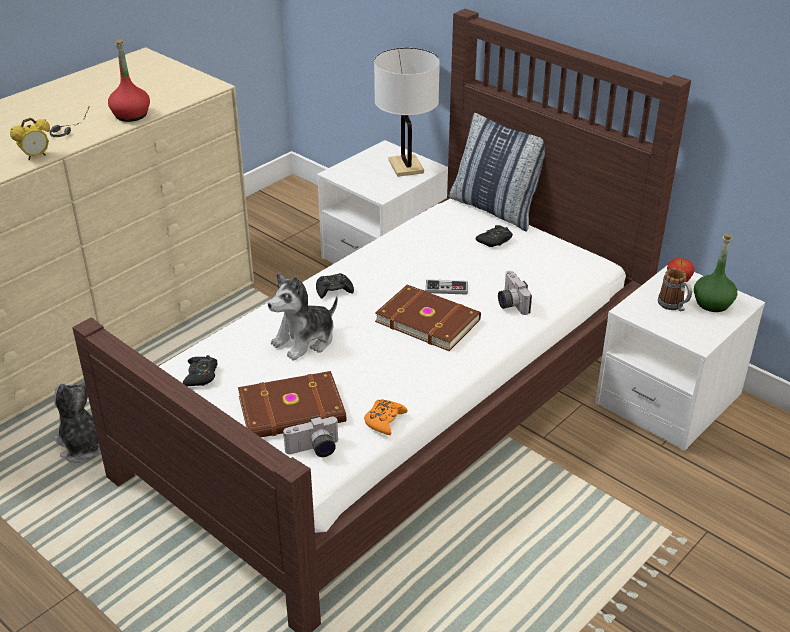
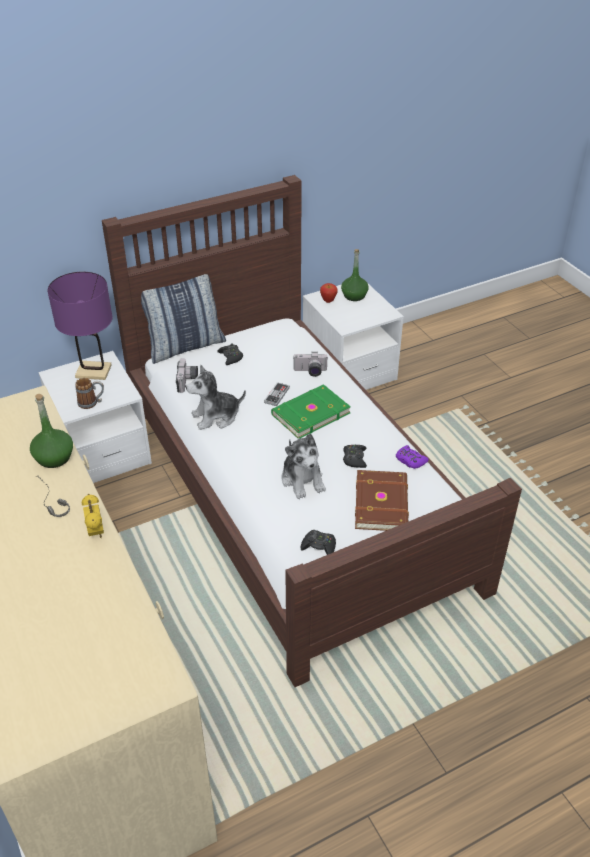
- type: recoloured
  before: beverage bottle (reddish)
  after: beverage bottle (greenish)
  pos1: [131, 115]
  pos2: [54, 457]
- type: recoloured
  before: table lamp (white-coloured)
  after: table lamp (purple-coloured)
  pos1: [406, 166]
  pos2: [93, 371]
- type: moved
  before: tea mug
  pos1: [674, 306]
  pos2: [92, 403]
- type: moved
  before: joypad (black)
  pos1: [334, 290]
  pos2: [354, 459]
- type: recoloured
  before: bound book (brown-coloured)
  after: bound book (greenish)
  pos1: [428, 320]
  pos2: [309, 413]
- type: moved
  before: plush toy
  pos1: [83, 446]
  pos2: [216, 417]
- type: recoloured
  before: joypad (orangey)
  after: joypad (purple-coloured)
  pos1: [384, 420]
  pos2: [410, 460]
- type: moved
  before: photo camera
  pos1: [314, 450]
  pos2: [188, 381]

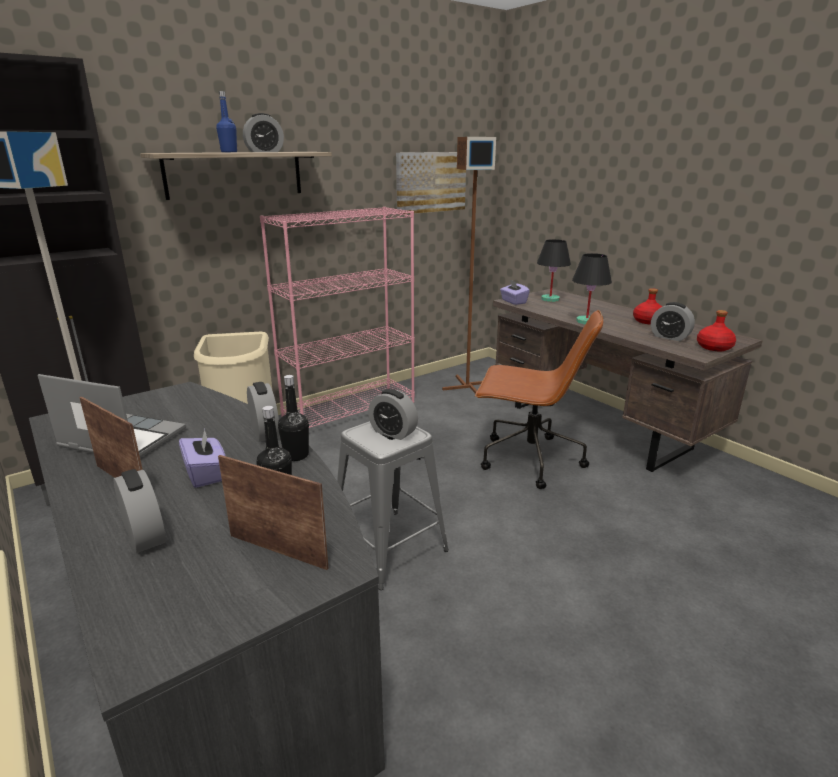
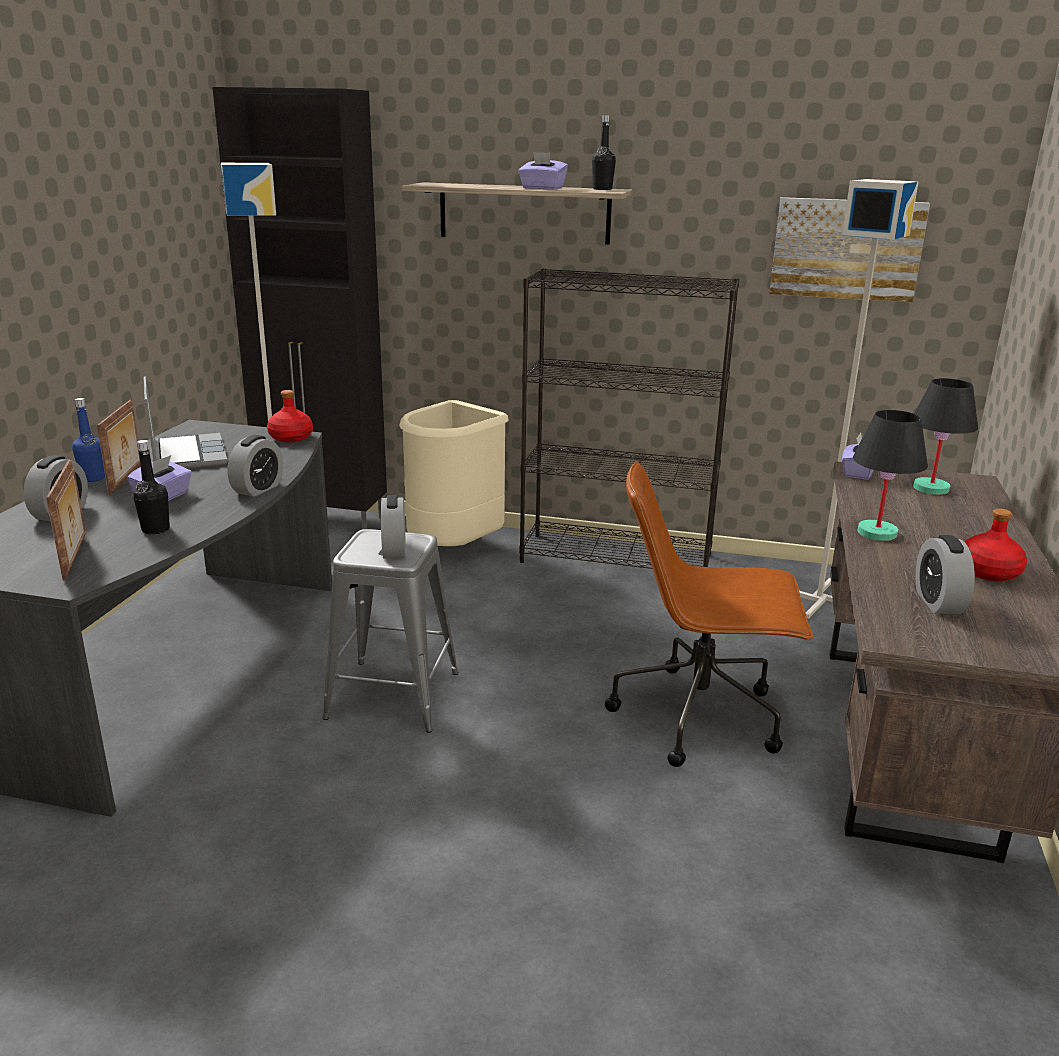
- type: moved
  before: beverage bottle (blue-coloured)
  pos1: [229, 152]
  pos2: [93, 478]
- type: replaced
  before: alarm clock
  after: box of tissues (purple-coloured)
  pos1: [264, 152]
  pos2: [542, 188]
- type: recoloured
  before: standard lamp (brown-coloured)
  after: standard lamp (grey)
  pos1: [466, 386]
  pos2: [818, 598]
- type: recoloured
  before: shelving unit (pink-coloured)
  after: shelving unit (black)
  pos1: [350, 409]
  pos2: [617, 558]
- type: turned
  before: computer chair (brown-coloured)
  pos1: [528, 460]
  pos2: [700, 716]
  turn: 120
- type: moved
  before: beverage bottle (reddish)
  pos1: [714, 347]
  pos2: [291, 437]
- type: moved
  before: beverage bottle (black)
  pos1: [296, 455]
  pos2: [602, 189]

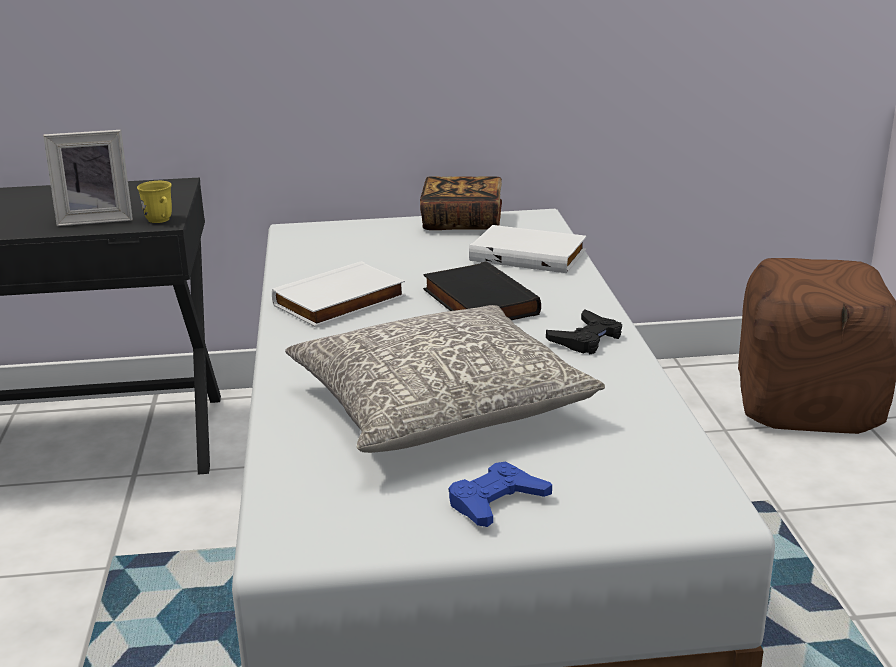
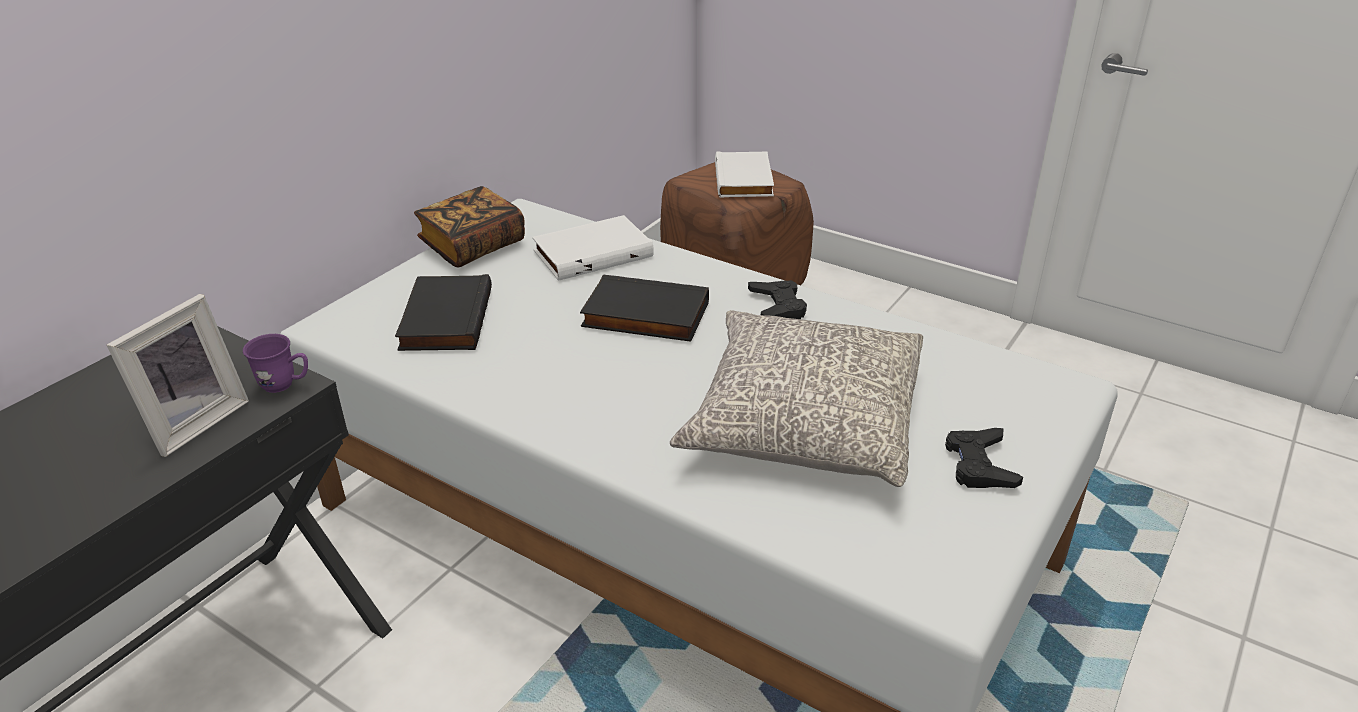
- type: recoloured
  before: tea mug (yellowish)
  after: tea mug (purple-coloured)
  pos1: [161, 221]
  pos2: [285, 385]
- type: moved
  before: bound book (white-coloured)
  pos1: [340, 302]
  pos2: [745, 180]
- type: recoloured
  before: joypad (blue-coloured)
  after: joypad (black)
  pos1: [496, 502]
  pos2: [979, 465]
- type: added
  after: bound book (black)
  pos2: [444, 318]

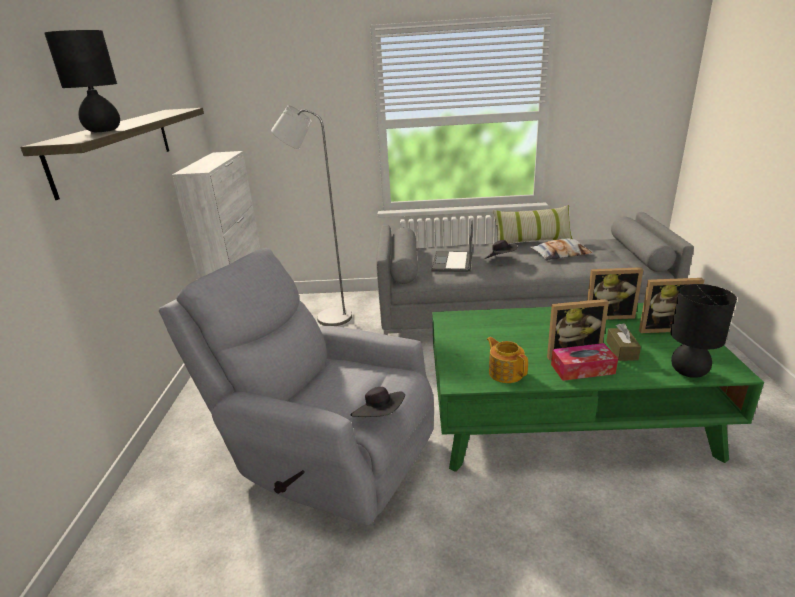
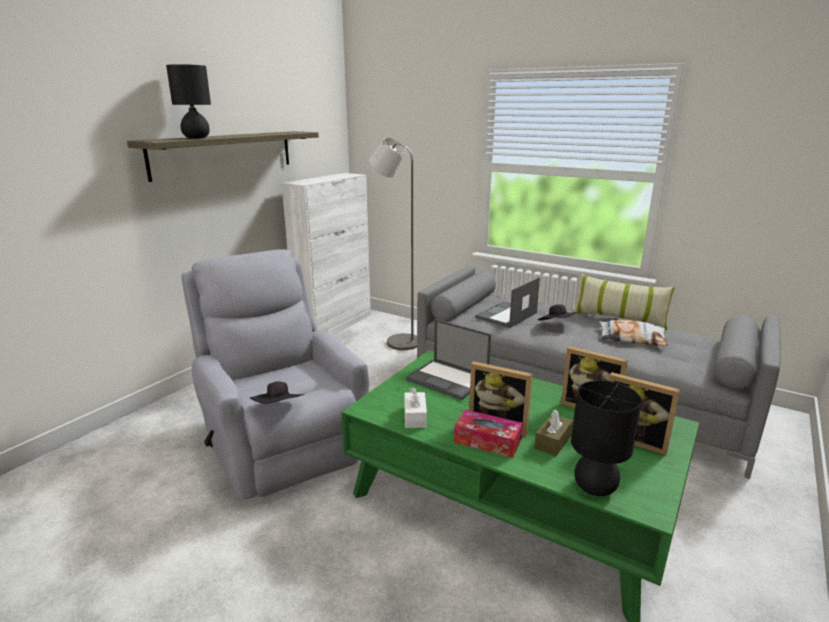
- type: replaced
  before: teapot
  after: box of tissues (white-coloured)
  pos1: [505, 372]
  pos2: [415, 417]
- type: added
  after: notebook computer
  pos2: [448, 379]

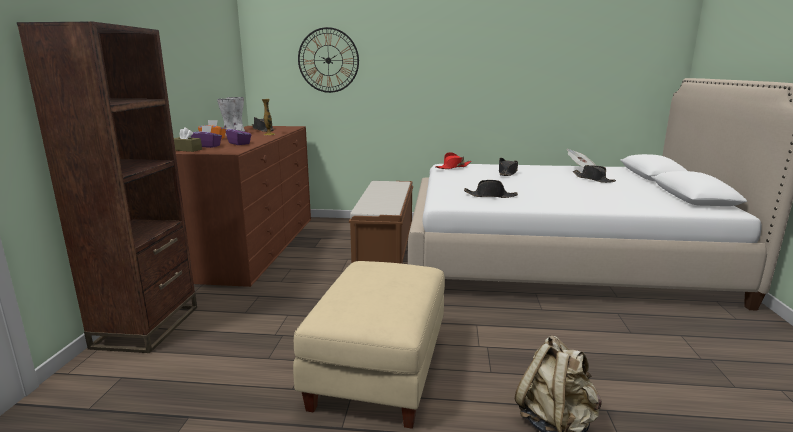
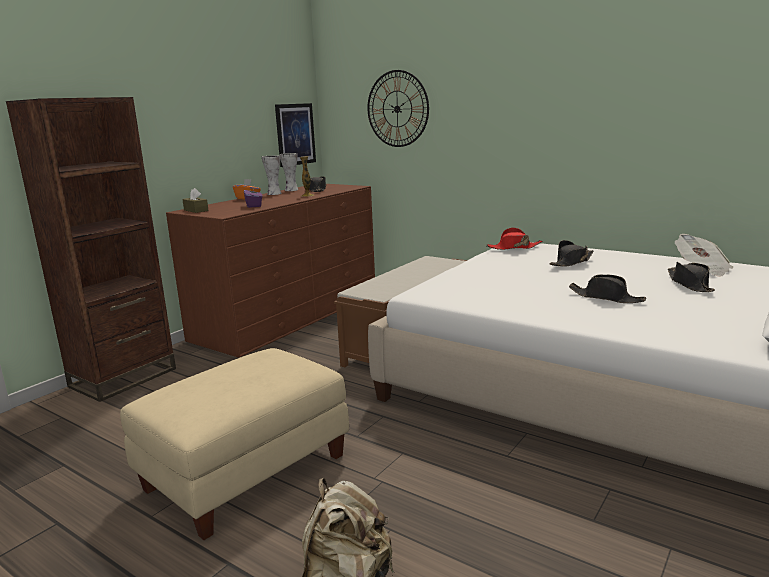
- type: removed
  before: box of tissues (purple-coloured)
  pos1: [207, 146]
- type: moved
  before: wearable hat (black)
  pos1: [490, 196]
  pos2: [606, 297]
- type: added
  after: wall art
  pos2: [295, 134]

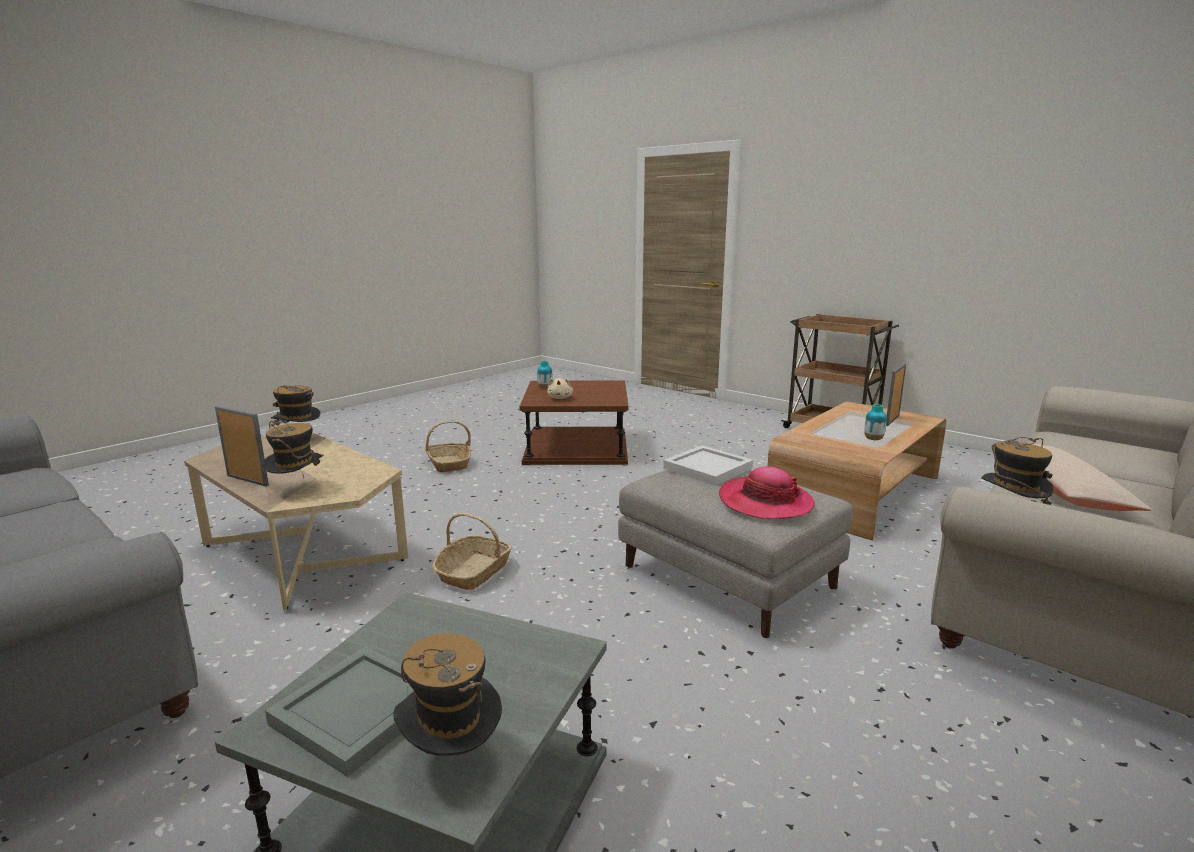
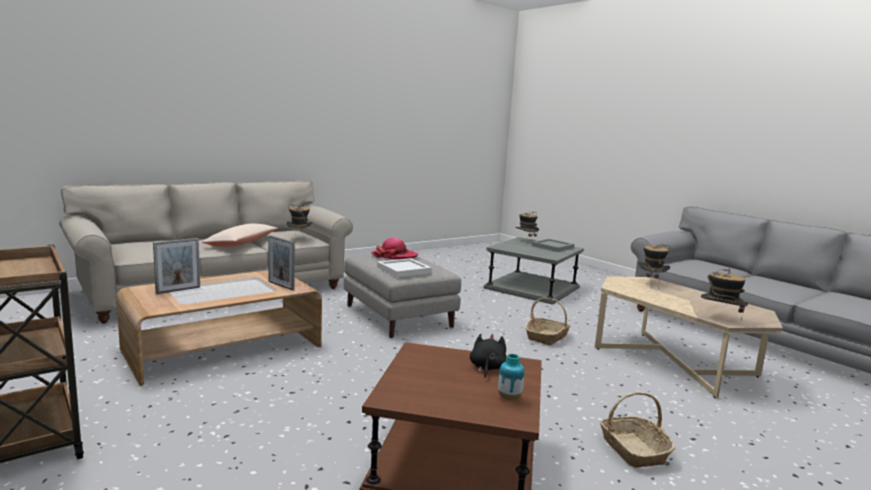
- type: recoloured
  before: plush toy (sand-coloured)
  after: plush toy (black)
  pos1: [560, 398]
  pos2: [487, 368]
- type: removed
  before: decorative vase
  pos1: [873, 439]
- type: moved
  before: standing frame
  pos1: [247, 480]
  pos2: [281, 285]

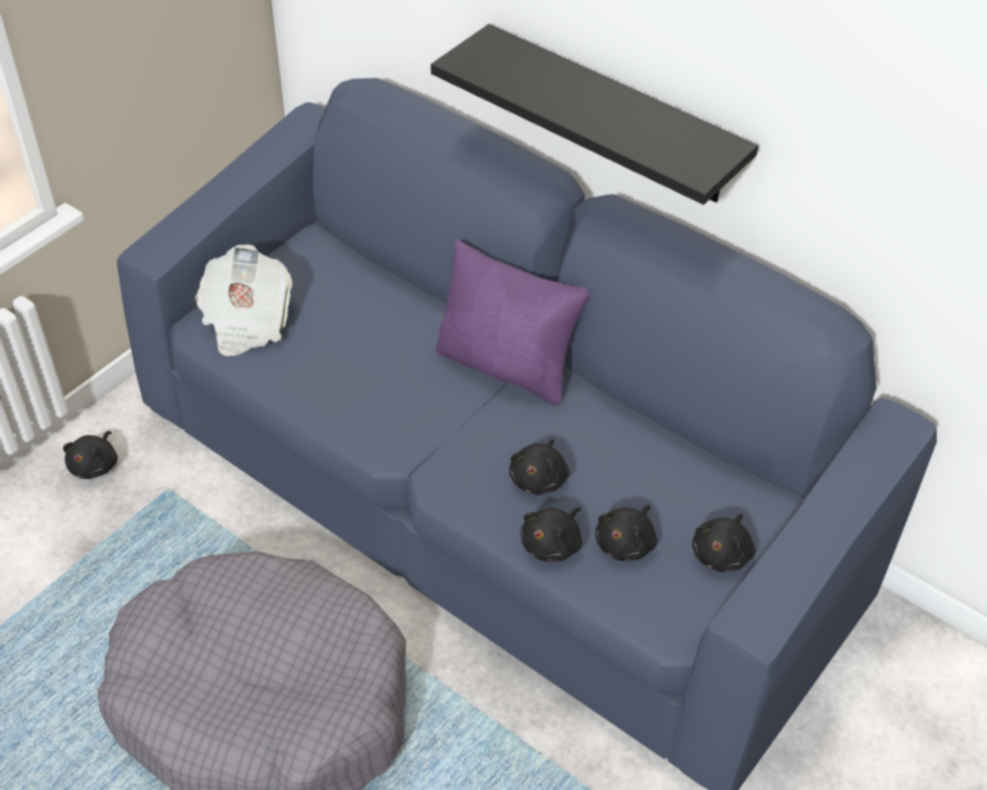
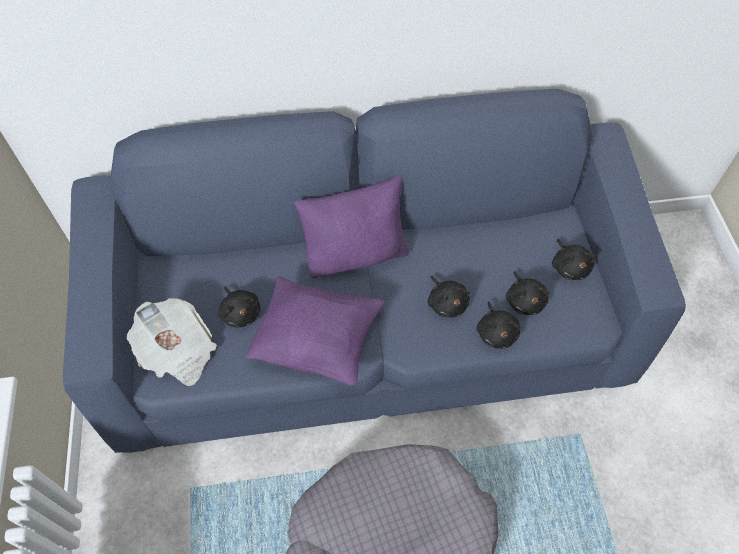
- type: removed
  before: wall shelf (black)
  pos1: [613, 116]
- type: moved
  before: plush toy (black)
  pos1: [95, 465]
  pos2: [240, 312]
- type: added
  after: cushion (purple-coloured)
  pos2: [317, 342]

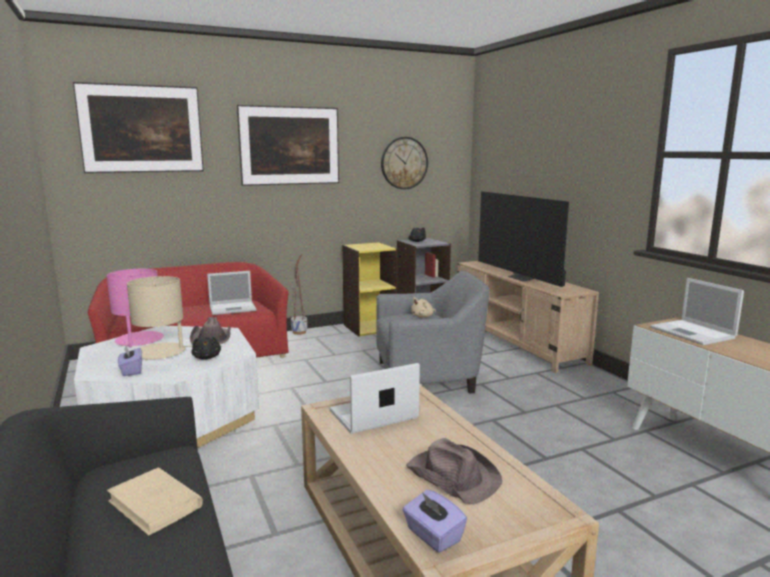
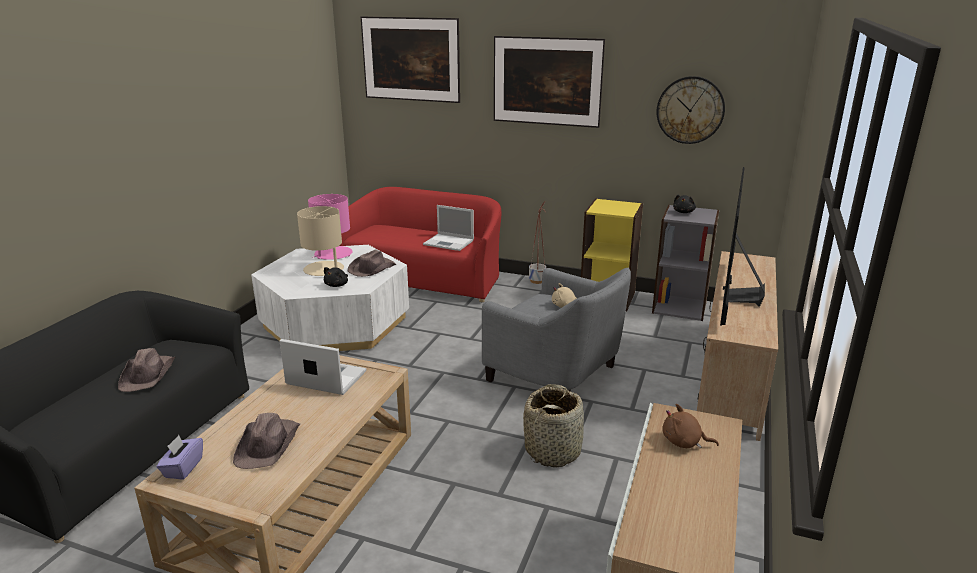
- type: replaced
  before: notebook computer
  after: plush toy (brown-coloured)
  pos1: [693, 333]
  pos2: [684, 442]
- type: removed
  before: box of tissues (purple-coloured)
  pos1: [131, 371]
- type: replaced
  before: bound book (sand-coloured)
  after: wearable hat (brown-coloured)
  pos1: [155, 504]
  pos2: [148, 374]
- type: added
  after: storage basket
  pos2: [553, 451]

